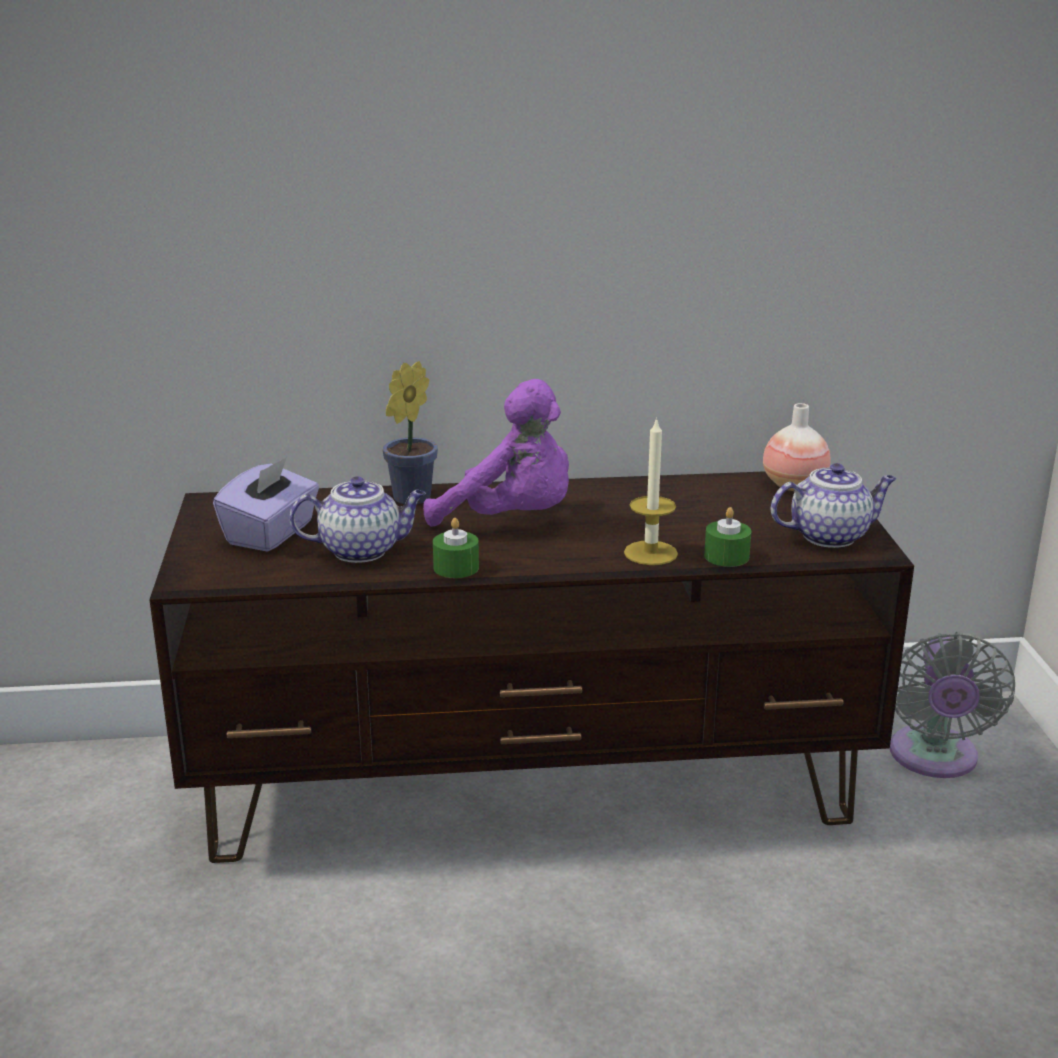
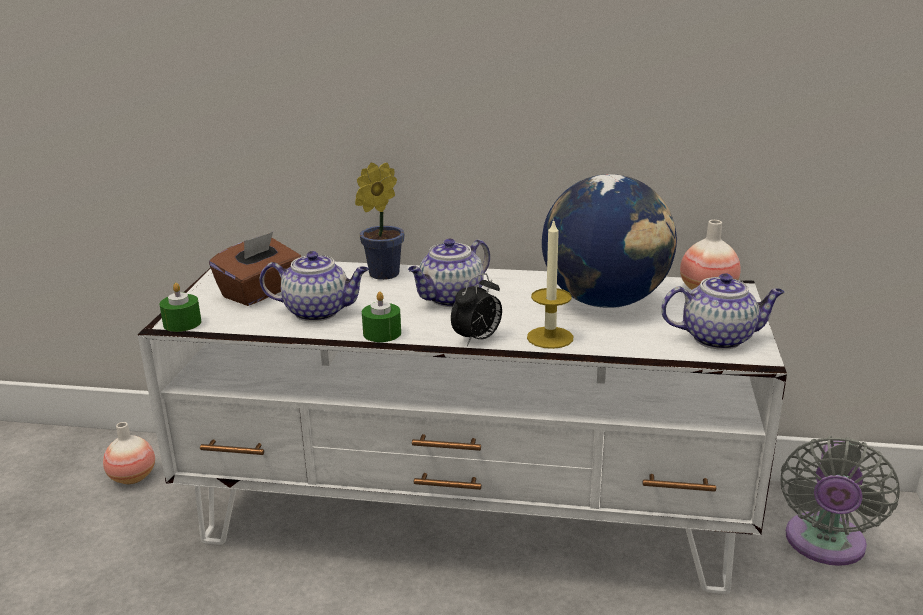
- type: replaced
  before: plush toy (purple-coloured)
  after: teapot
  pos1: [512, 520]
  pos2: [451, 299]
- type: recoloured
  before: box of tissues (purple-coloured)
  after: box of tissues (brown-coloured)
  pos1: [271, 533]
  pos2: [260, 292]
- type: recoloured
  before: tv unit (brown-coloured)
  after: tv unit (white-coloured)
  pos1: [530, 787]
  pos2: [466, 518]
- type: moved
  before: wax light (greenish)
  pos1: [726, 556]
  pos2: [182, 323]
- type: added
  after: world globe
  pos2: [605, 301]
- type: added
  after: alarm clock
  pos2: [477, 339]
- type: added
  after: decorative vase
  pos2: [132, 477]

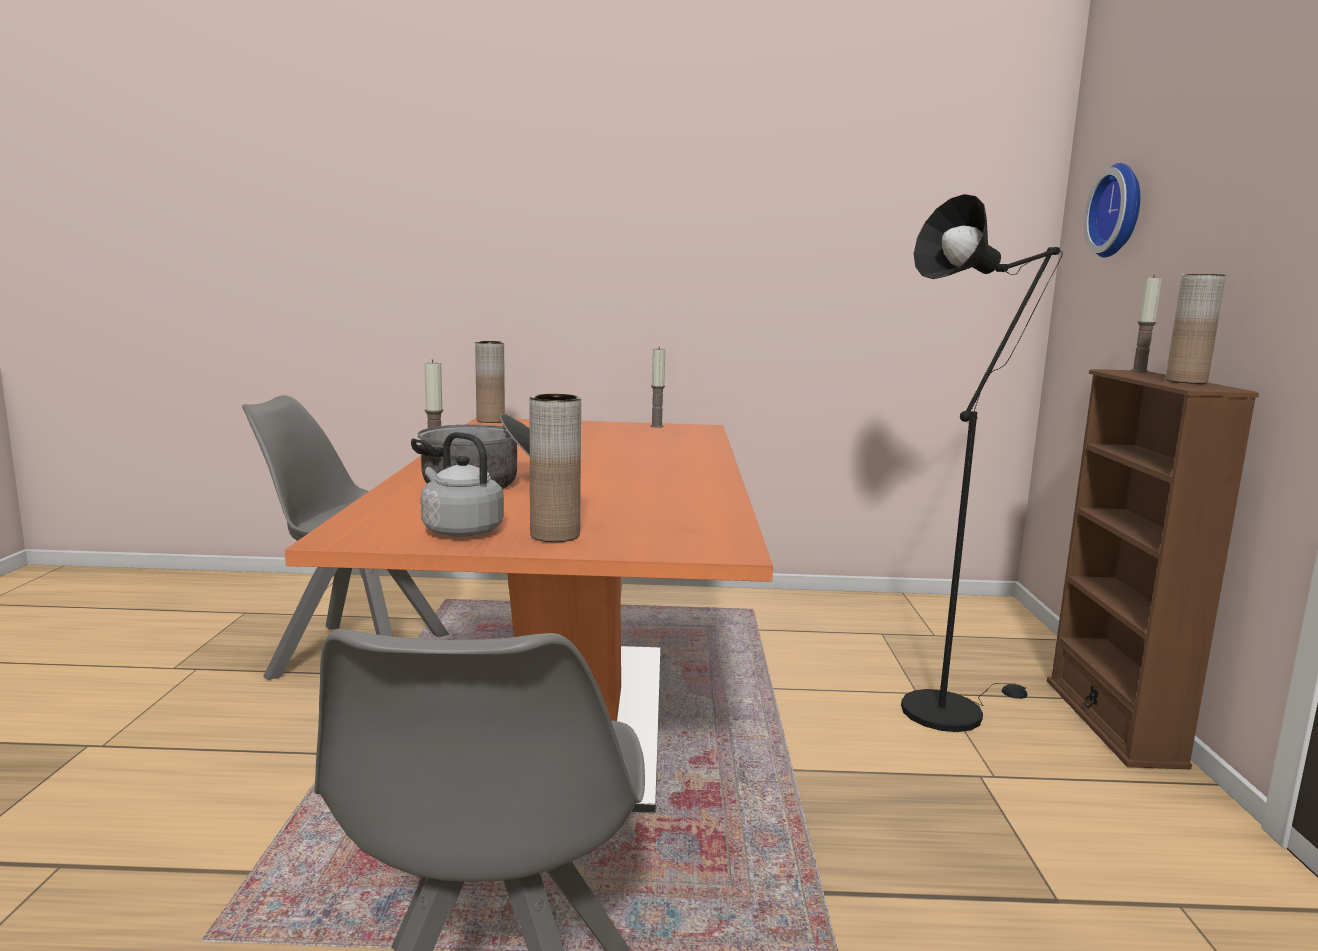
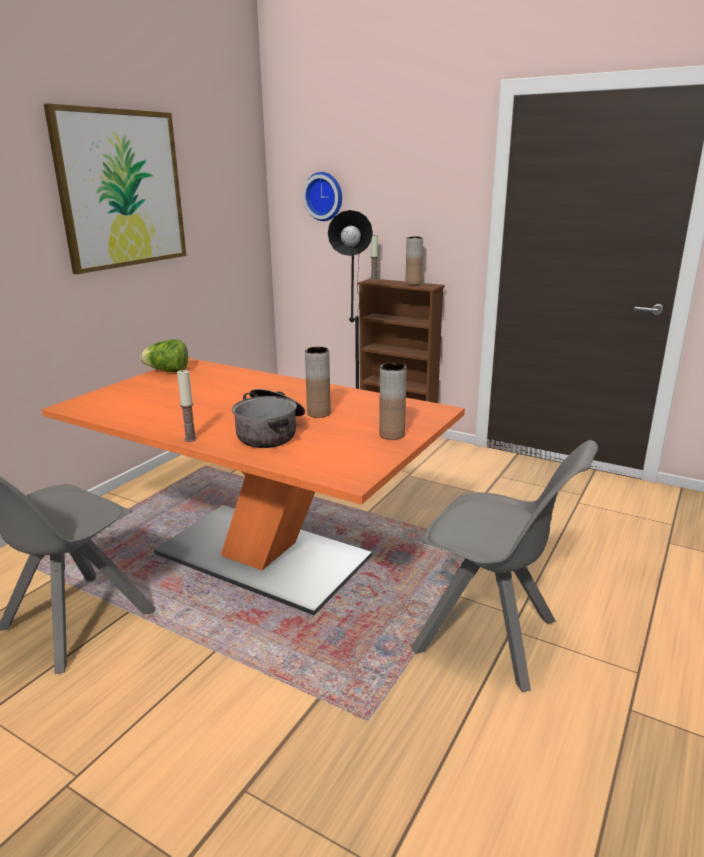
- type: moved
  before: decorative vase (brown-coloured)
  pos1: [490, 421]
  pos2: [318, 413]
- type: replaced
  before: wax light
  after: lettuce
  pos1: [656, 426]
  pos2: [168, 371]
- type: removed
  before: kettle (grey)
  pos1: [460, 530]
- type: added
  after: wall art
  pos2: [121, 189]

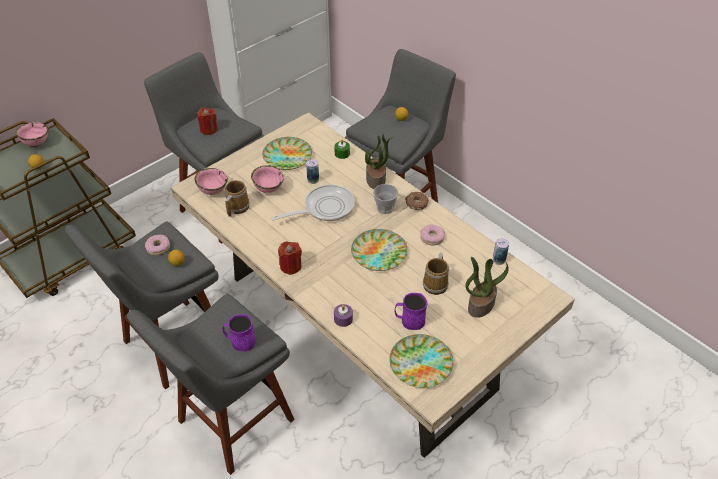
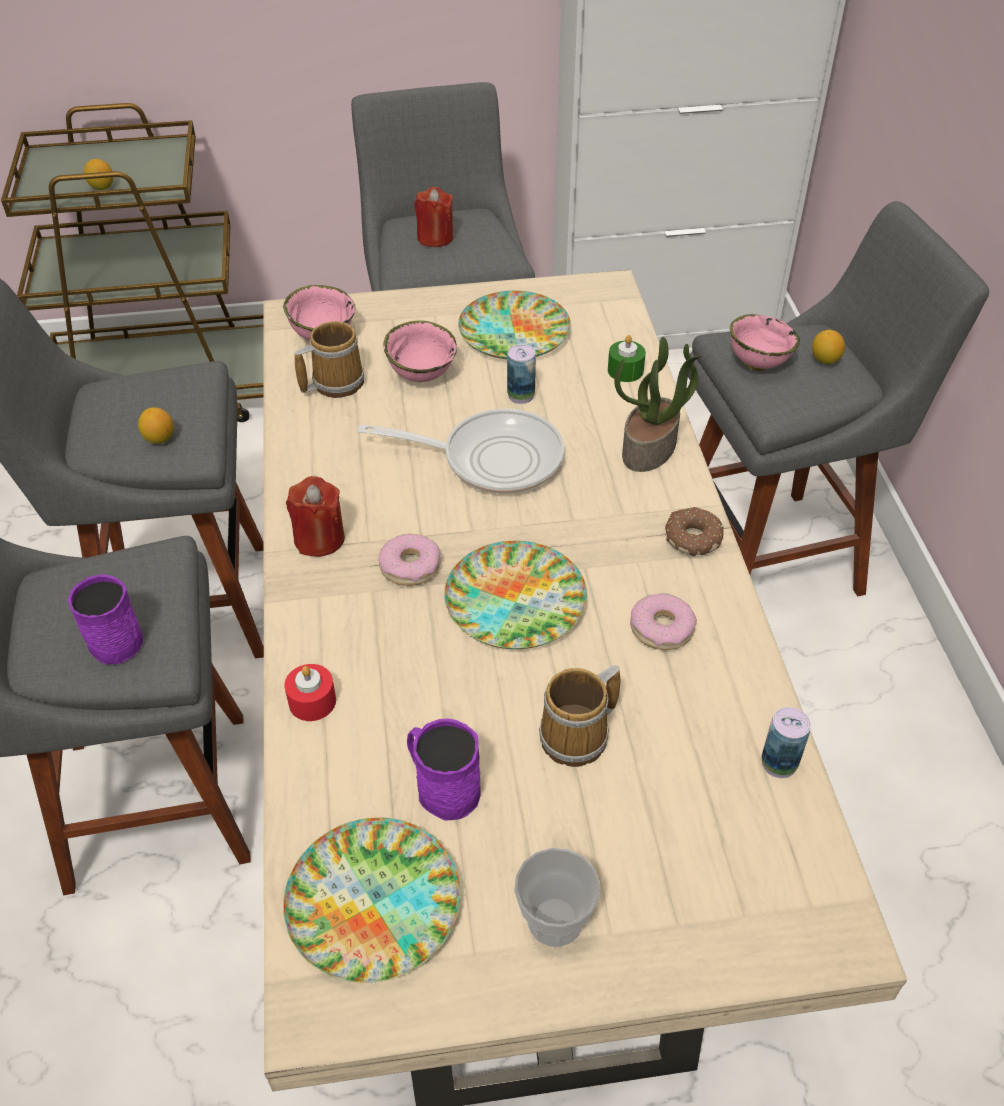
- type: moved
  before: bowl (pink-coloured)
  pos1: [36, 143]
  pos2: [756, 363]
- type: moved
  before: drinking cup
  pos1: [385, 208]
  pos2: [555, 920]
- type: moved
  before: doughnut
  pos1: [158, 247]
  pos2: [410, 567]
- type: removed
  before: potted plant
  pos1: [481, 304]
- type: recoloured
  before: wax light (purple-coloured)
  after: wax light (reddish)
  pos1: [343, 319]
  pos2: [312, 701]

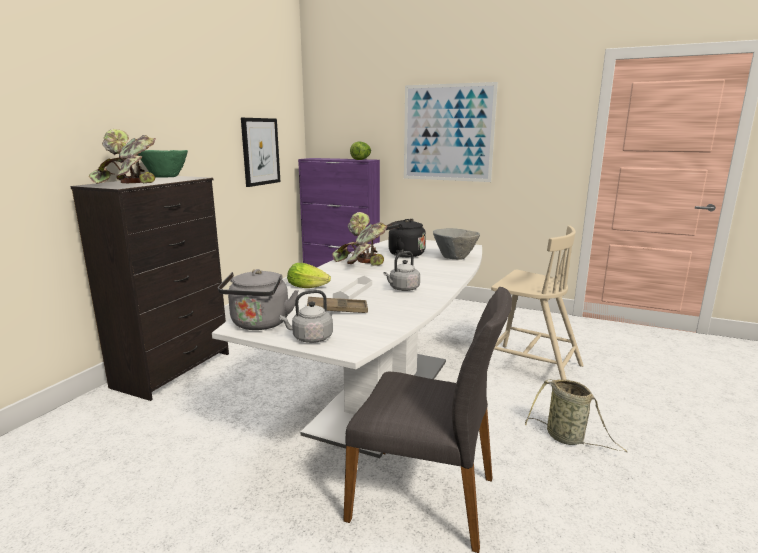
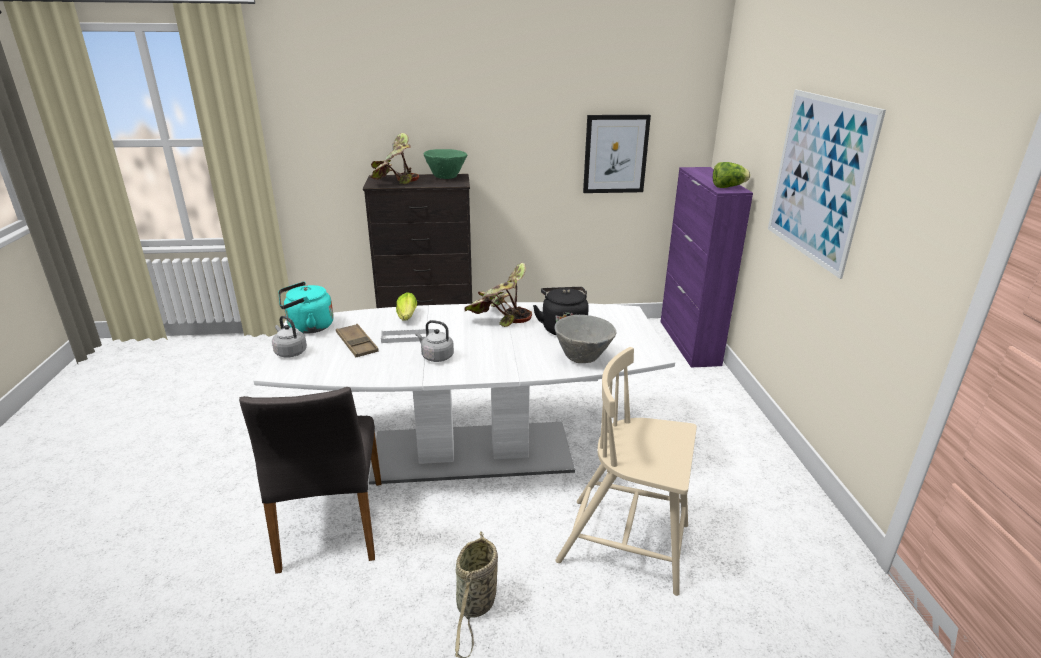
- type: turned
  before: upright chair (sand-coloured)
  pos1: [530, 367]
  pos2: [627, 544]
  turn: 105
- type: recoloured
  before: kettle (grey)
  after: kettle (turquoise)
  pos1: [259, 324]
  pos2: [308, 327]

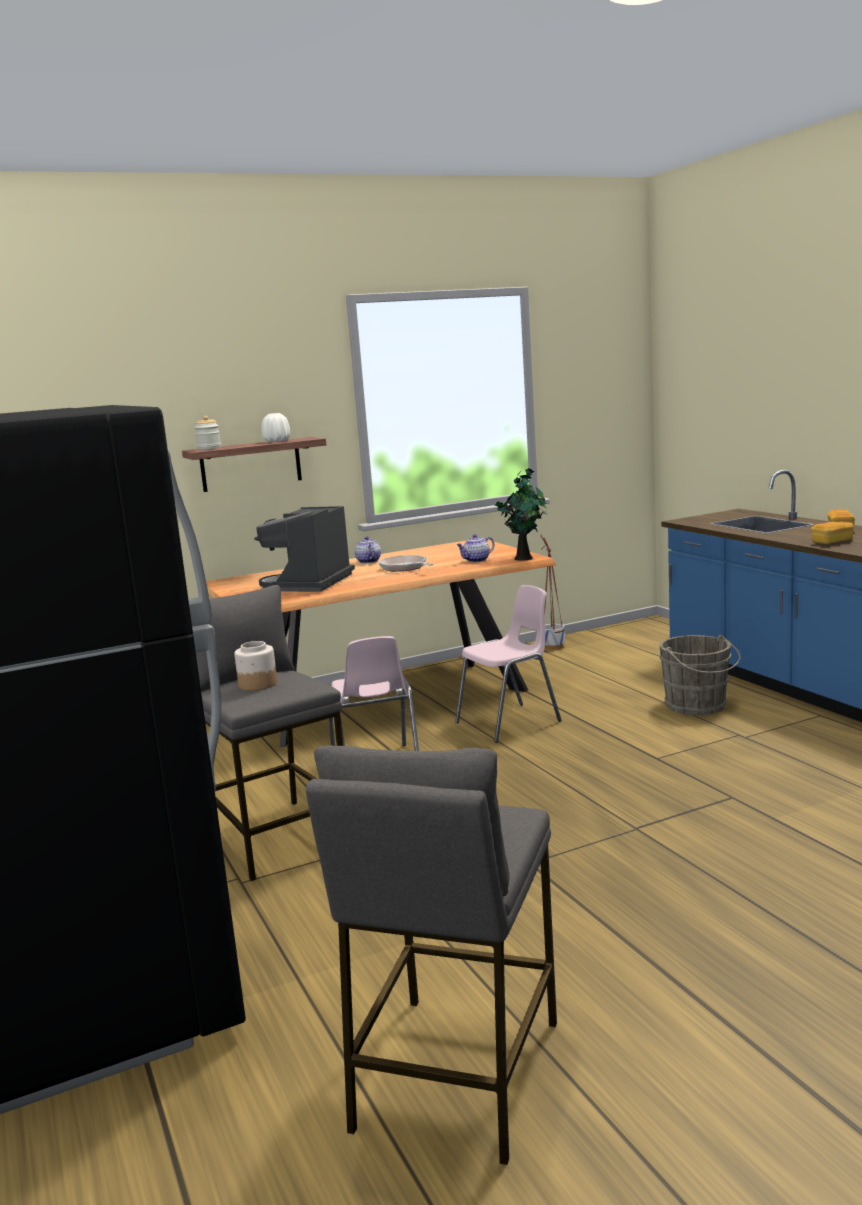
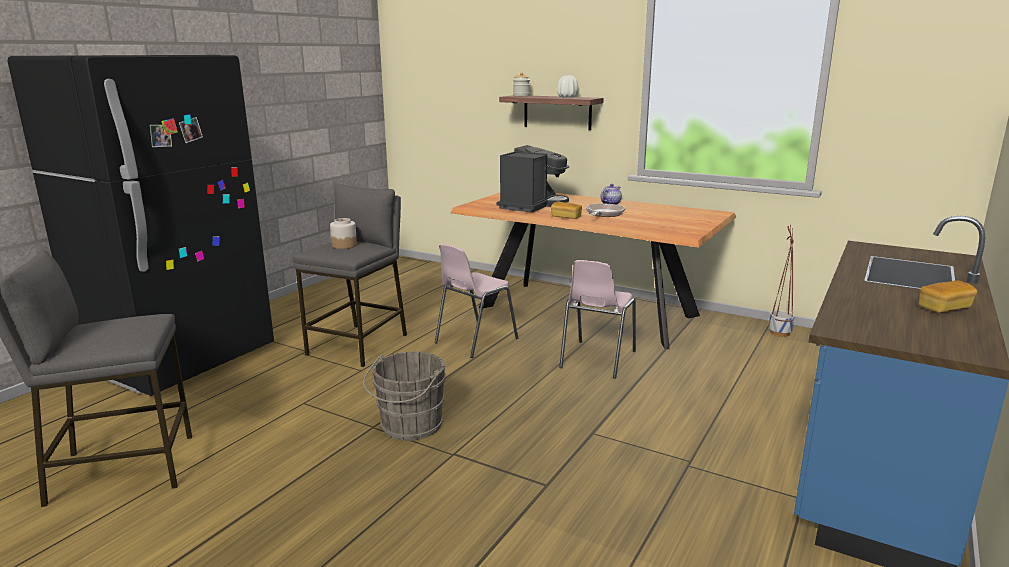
- type: removed
  before: potted plant
  pos1: [524, 558]
- type: turned
  before: coffee machine
  pos1: [309, 584]
  pos2: [532, 205]
  turn: 135
- type: moved
  before: baked bread
  pos1: [832, 542]
  pos2: [566, 217]
- type: removed
  before: teapot
  pos1: [476, 560]
- type: turned
  before: upright chair (pink-coloured)
  pos1: [510, 722]
  pos2: [596, 360]
  turn: 90
- type: moved
  before: water bucket (grey)
  pos1: [698, 706]
  pos2: [409, 427]

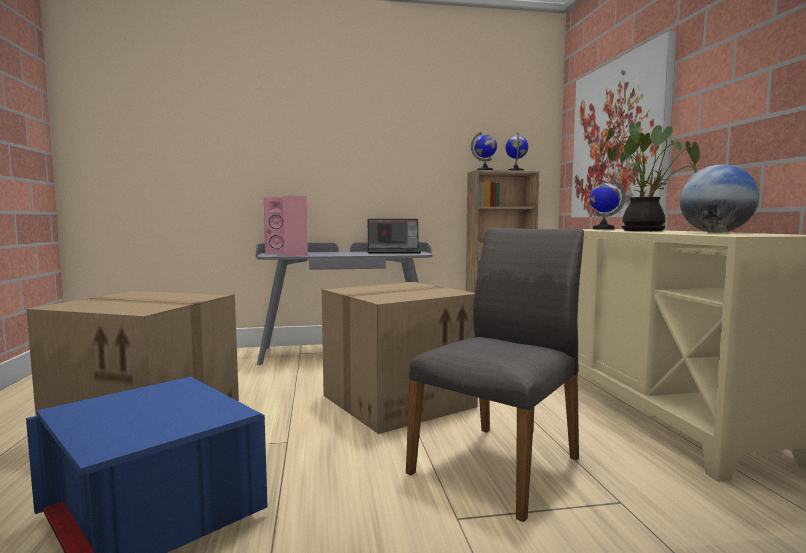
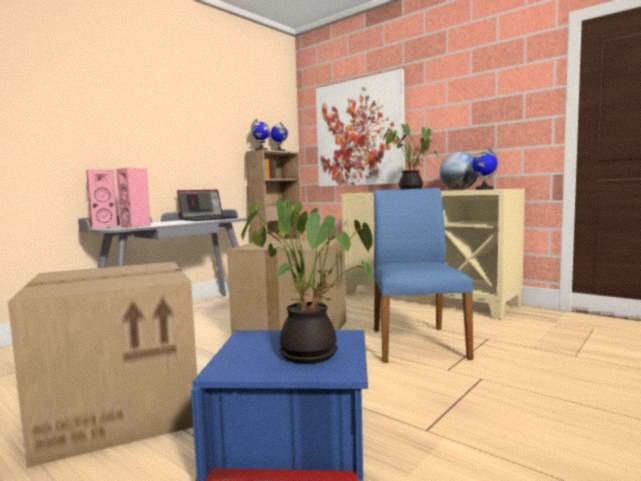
- type: moved
  before: world globe
  pos1: [603, 229]
  pos2: [484, 189]
- type: recoloured
  before: upright chair (grey)
  after: upright chair (blue-coloured)
  pos1: [499, 465]
  pos2: [416, 343]
- type: added
  after: potted plant
  pos2: [312, 352]

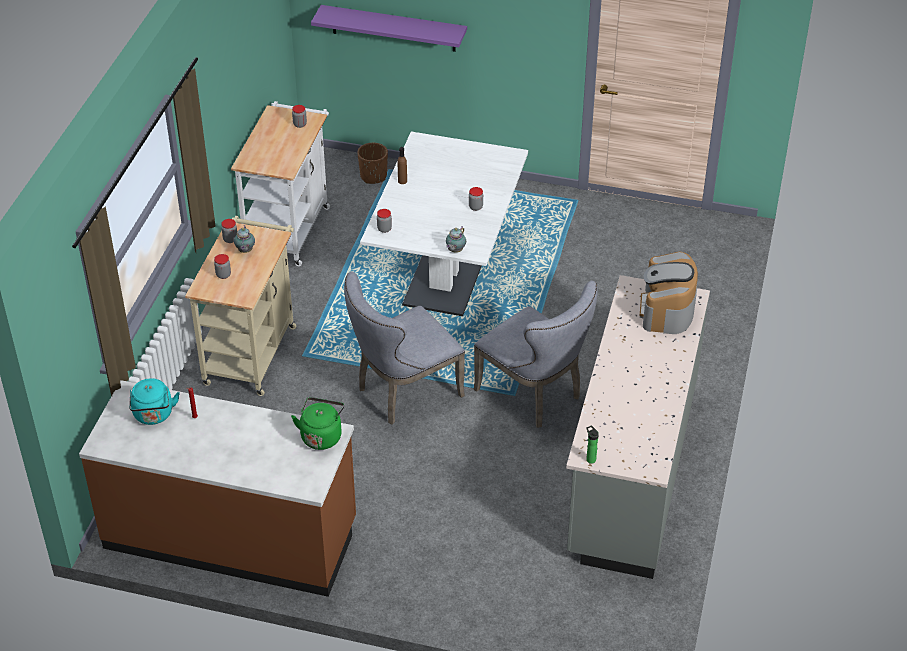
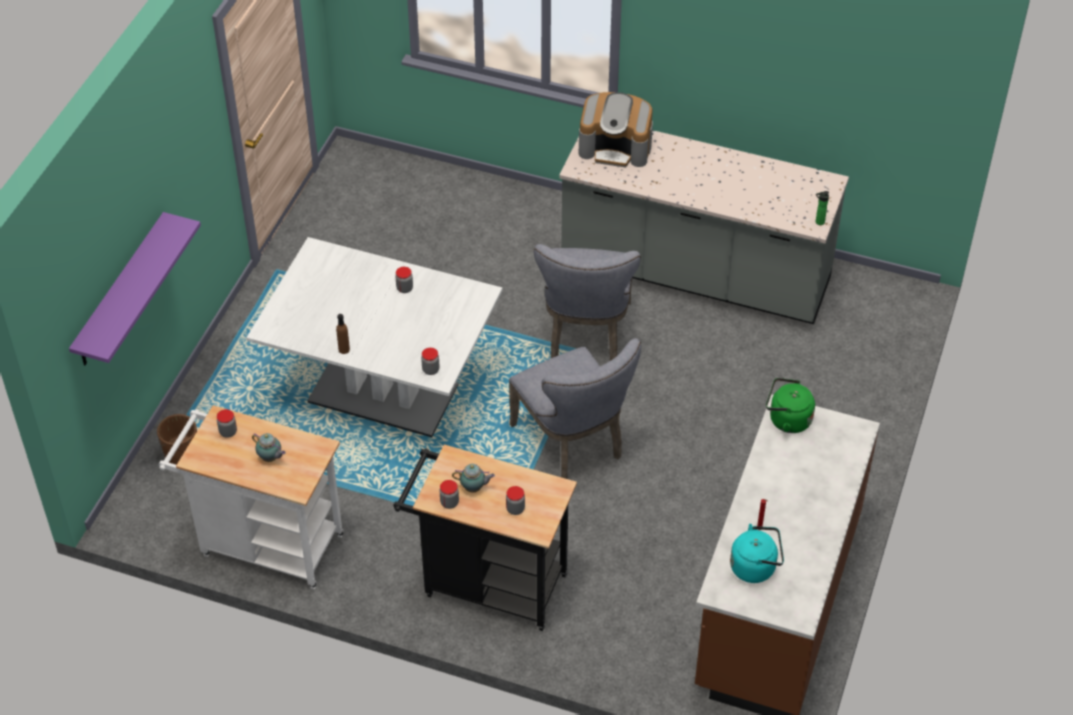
- type: recoloured
  before: cart (sand-coloured)
  after: cart (black)
  pos1: [252, 350]
  pos2: [487, 583]
- type: moved
  before: teapot
  pos1: [455, 251]
  pos2: [270, 458]
- type: turned
  before: upright chair (grey)
  pos1: [535, 395]
  pos2: [586, 335]
  turn: 135

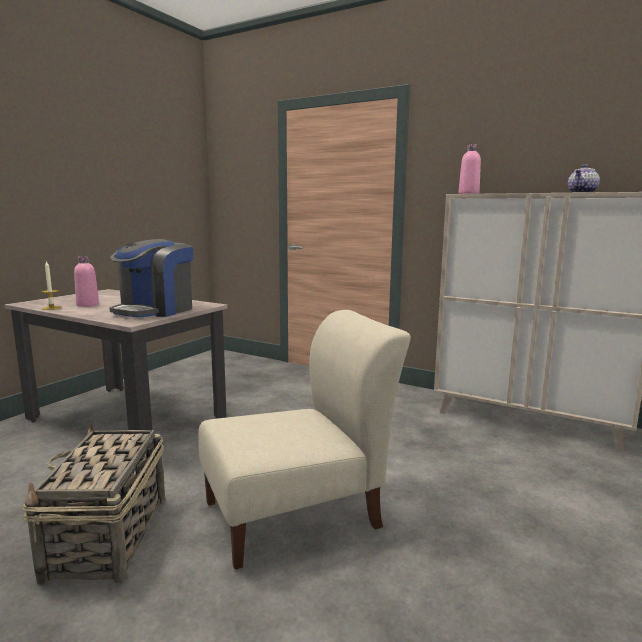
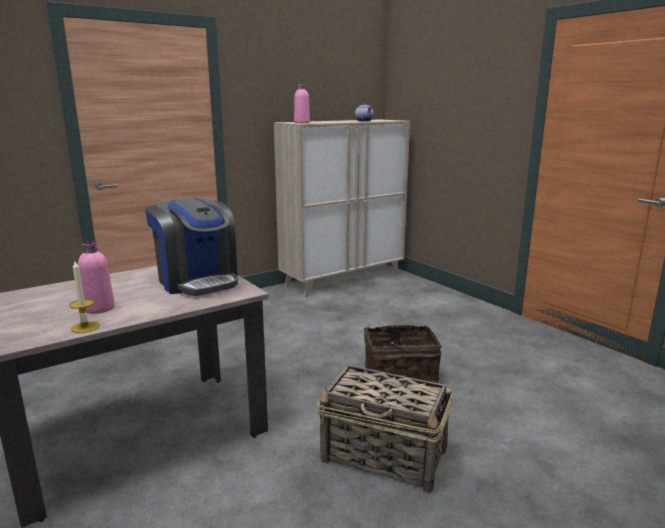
- type: replaced
  before: upright chair (sand-coloured)
  after: storage basket
  pos1: [299, 513]
  pos2: [399, 373]

